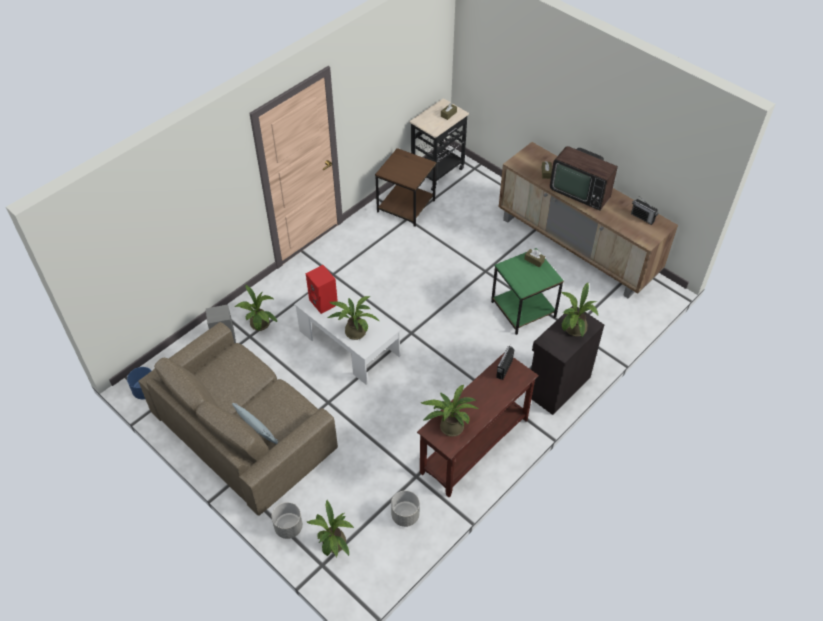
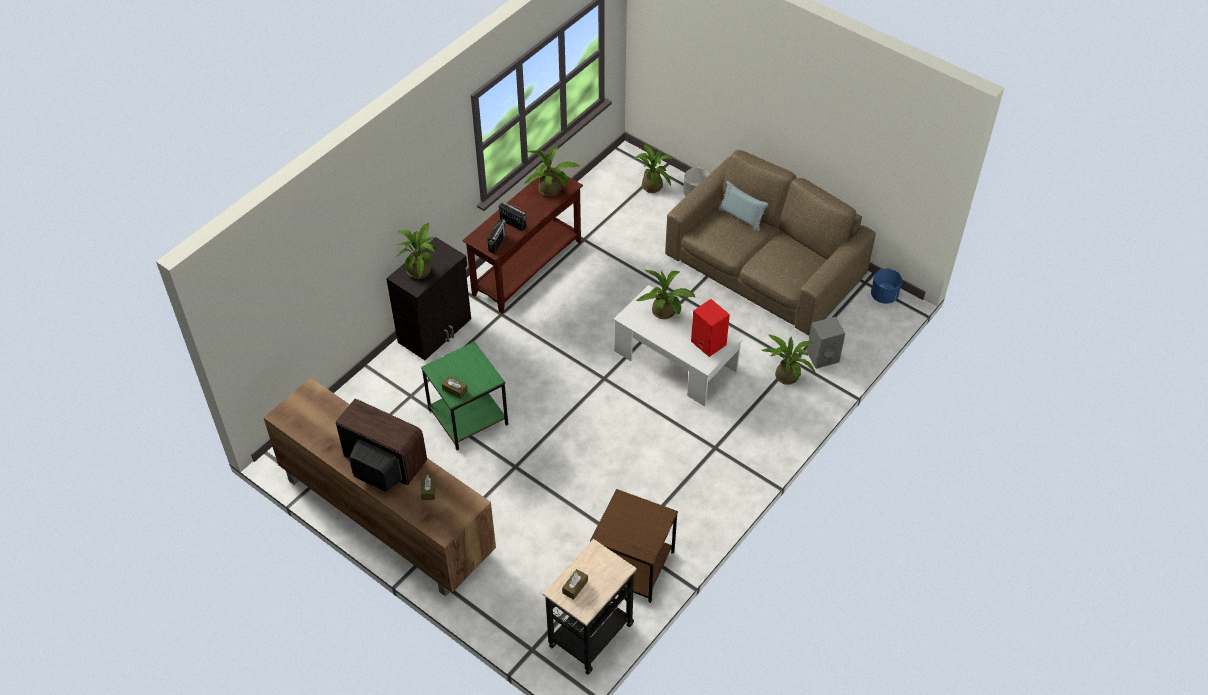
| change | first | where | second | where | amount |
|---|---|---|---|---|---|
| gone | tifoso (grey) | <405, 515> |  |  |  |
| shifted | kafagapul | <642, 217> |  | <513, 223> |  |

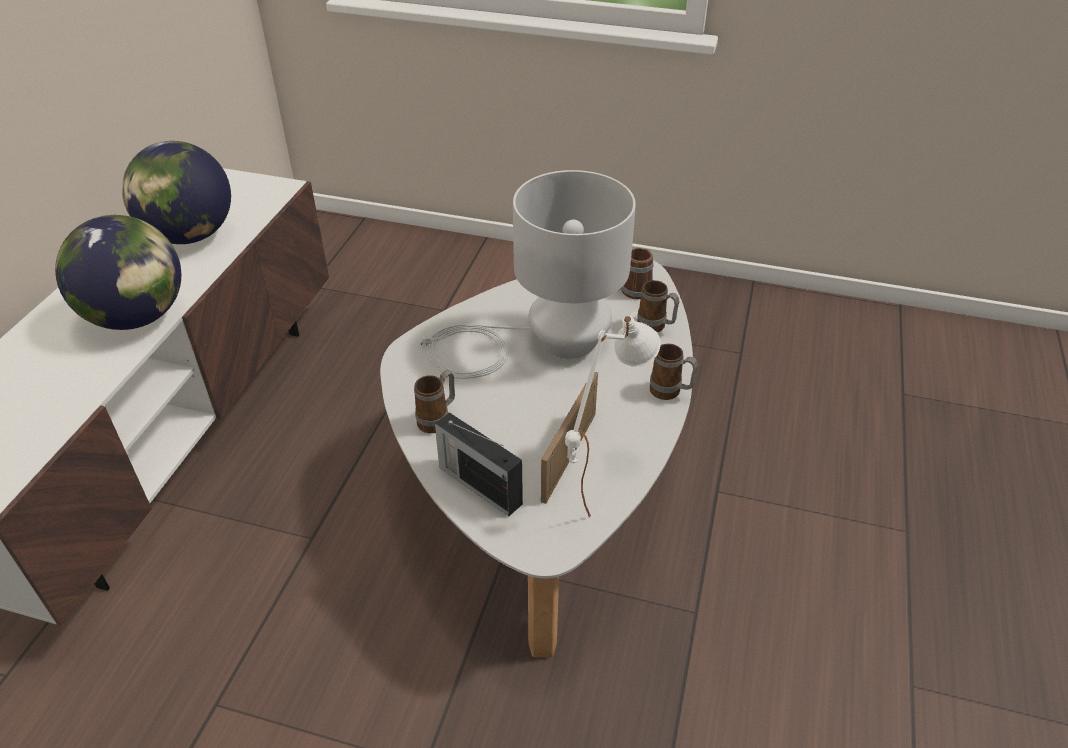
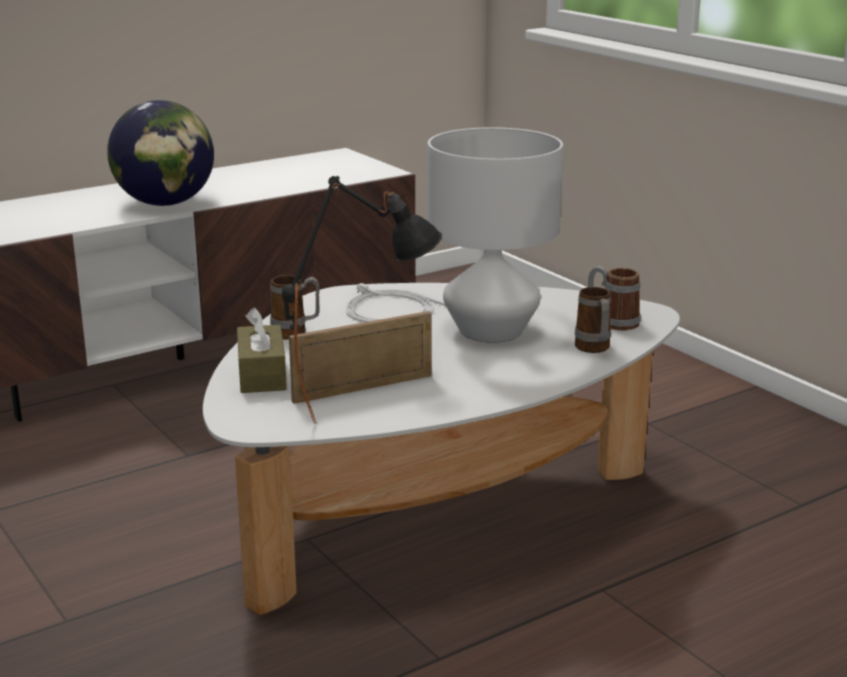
| change | first | where | second | where | amount |
|---|---|---|---|---|---|
| gone | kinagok | <190, 235> |  |  |  |
| swapped | kafagapul | <479, 484> | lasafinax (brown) | <262, 374> |  |
| repainted | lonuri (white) | <601, 479> | lonuri (black) | <364, 409> |  |
| gone | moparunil | <670, 393> |  |  |  |

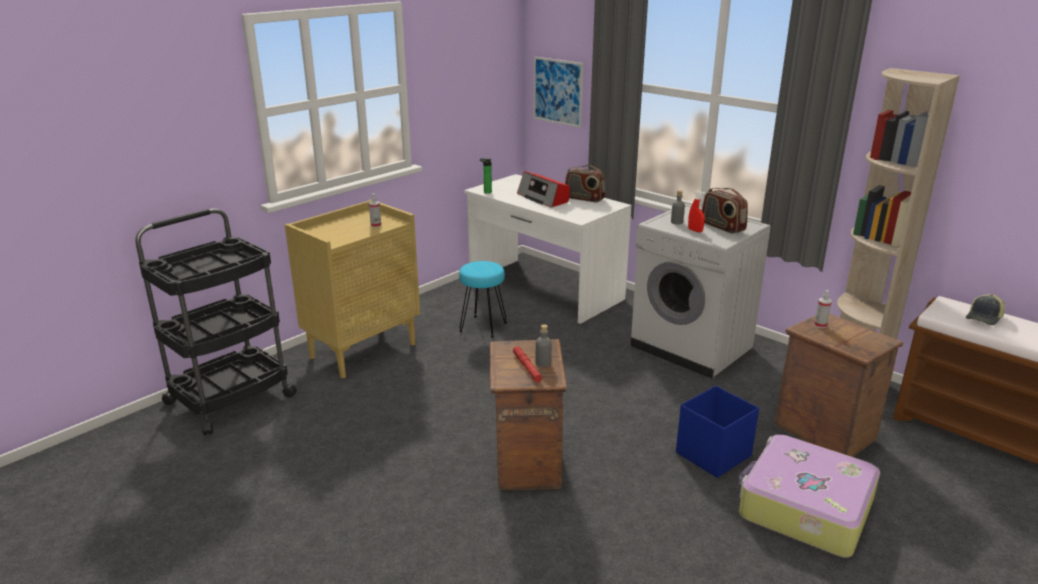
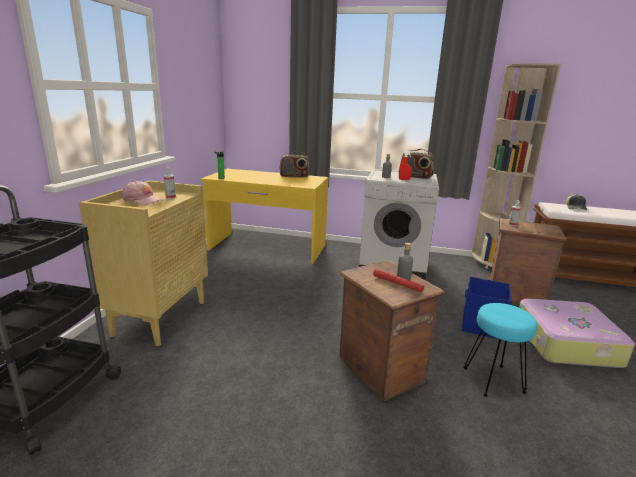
| change | first | where | second | where | amount |
|---|---|---|---|---|---|
| shifted | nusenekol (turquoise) | <482, 327> |  | <492, 380> |  |
| repainted | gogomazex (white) | <544, 289> | gogomazex (yellow) | <267, 247> |  |
| gone | kafagapul | <543, 198> |  |  |  |
| gone | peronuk | <558, 91> |  |  |  |
| new |  |  | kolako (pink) | <142, 200> |  |

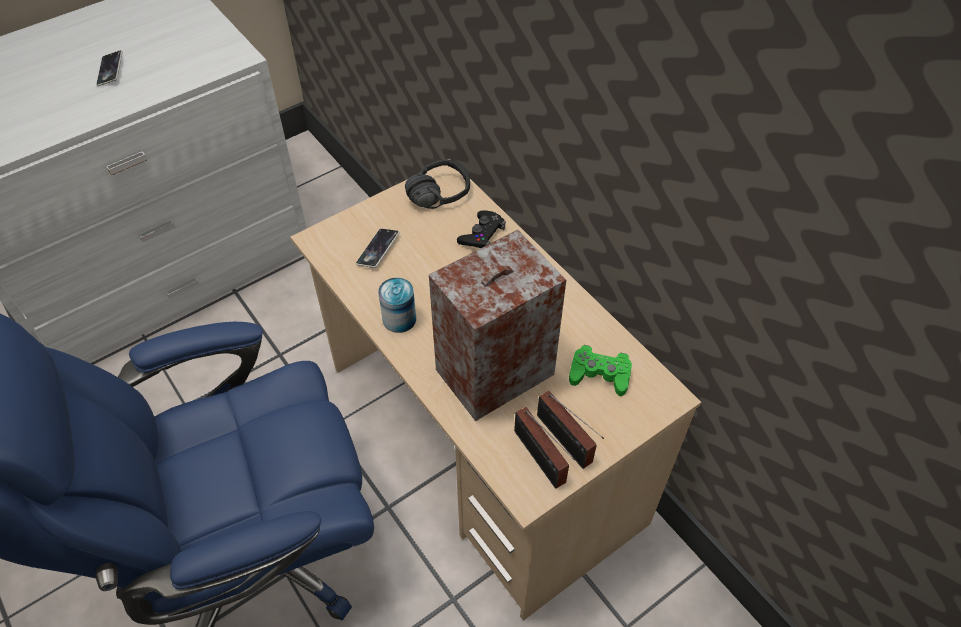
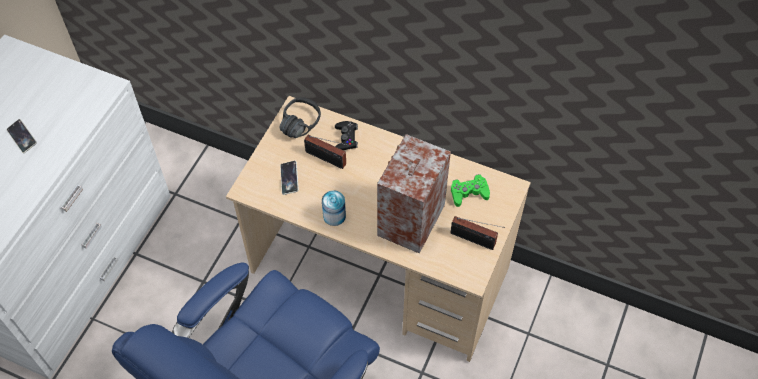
| change | first | where | second | where | amount |
|---|---|---|---|---|---|
| shifted | kafagapul | <541, 460> |  | <327, 159> |  |

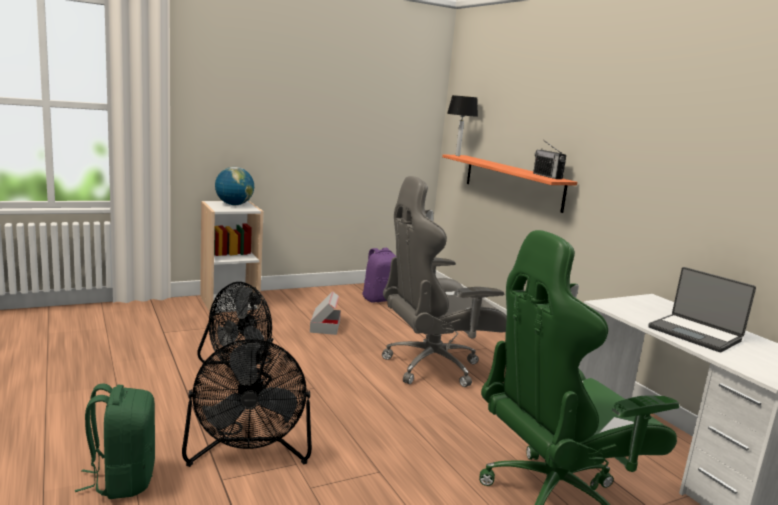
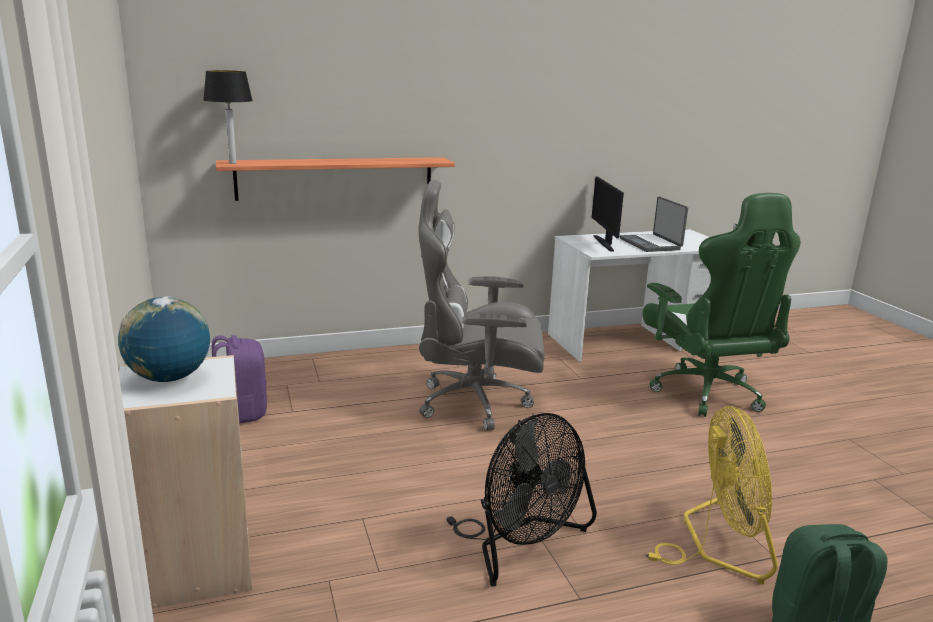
| change | first | where | second | where | amount |
|---|---|---|---|---|---|
| repainted | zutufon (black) | <244, 450> | zutufon (yellow) | <713, 541> |  |
| gone | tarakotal | <325, 326> |  |  |  |
| rotated | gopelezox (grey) | <437, 366> |  | <480, 403> | 105 degrees clockwise |
| gone | kafagapul | <547, 176> |  |  |  |
| rotated | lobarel | <695, 334> |  | <651, 244> | 105 degrees clockwise |
| new |  |  | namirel | <605, 243> |  |

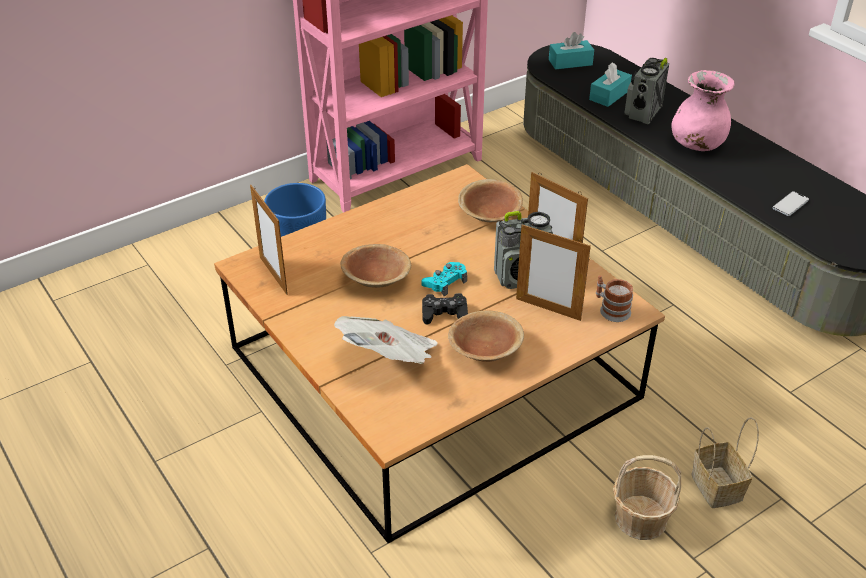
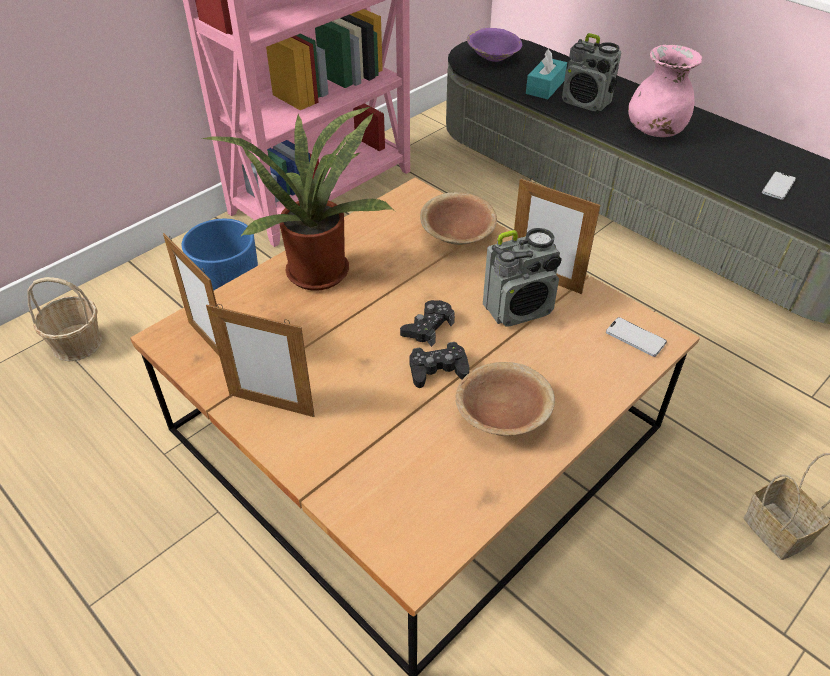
| change | first | where | second | where | amount |
|---|---|---|---|---|---|
| gone | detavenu | <390, 358> |  |  |  |
| gone | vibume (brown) | <376, 279> |  |  |  |
| repainted | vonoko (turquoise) | <445, 282> | vonoko (black) | <428, 327> |  |
| shifted | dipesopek | <548, 309> |  | <271, 405> |  |
| swapped | lasafinax (turquoise) | <570, 62> | vibume (purple) | <493, 57> |  |
| swapped | moparunil | <611, 309> | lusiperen | <635, 338> |  |
| shifted | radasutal | <640, 518> |  | <77, 343> |  |
| rotated | kafagapul | <642, 113> |  | <586, 102> | 75 degrees counterclockwise |
| new |  |  | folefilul | <318, 268> |  |

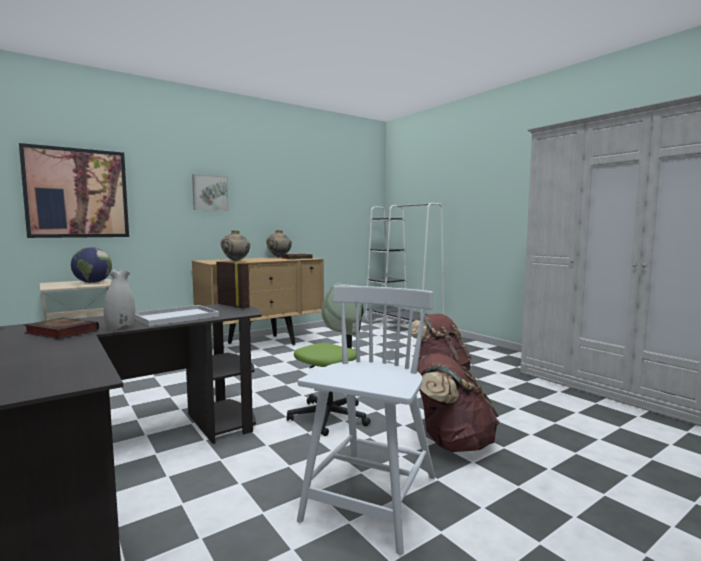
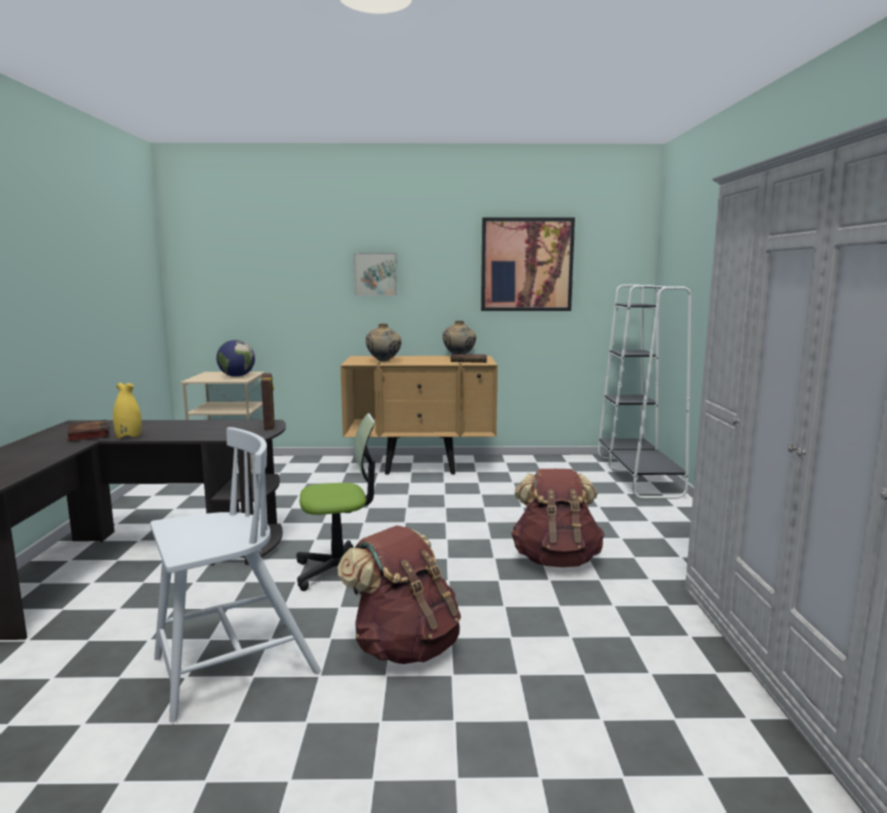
| change | first | where | second | where | amount |
|---|---|---|---|---|---|
| shifted | peronuk | <77, 193> |  | <526, 265> |  |
| repainted | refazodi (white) | <120, 327> | refazodi (yellow) | <129, 436> |  |
| gone | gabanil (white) | <174, 317> |  |  |  |

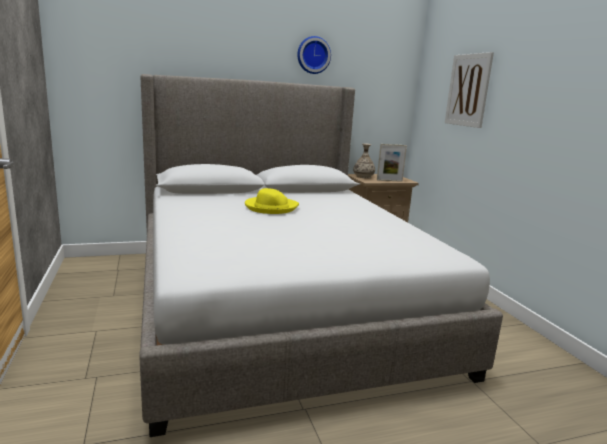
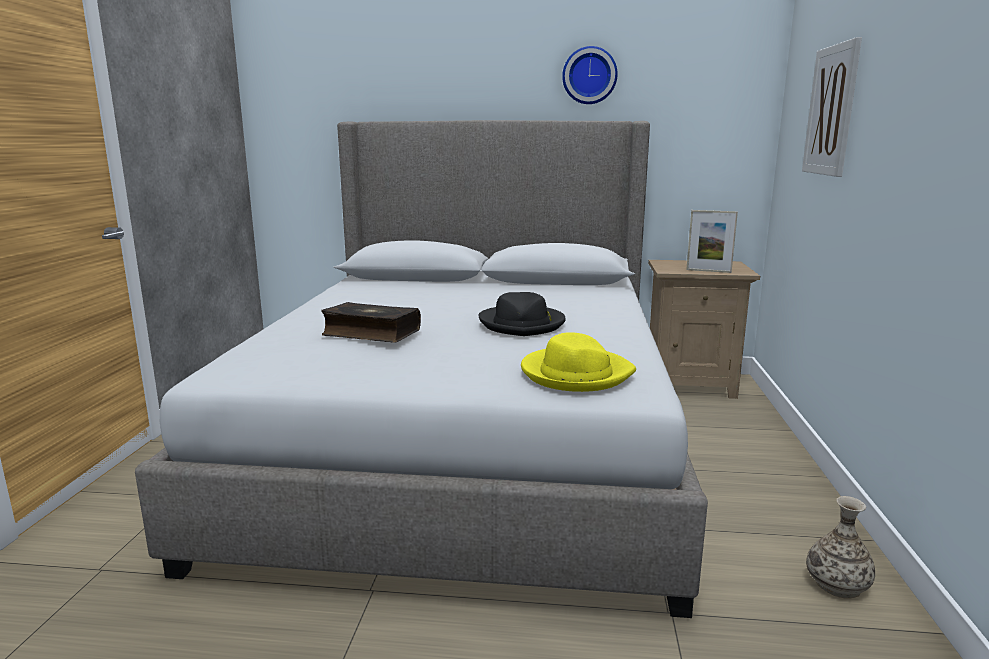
| change | first | where | second | where | amount |
|---|---|---|---|---|---|
| shifted | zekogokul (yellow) | <271, 207> |  | <575, 373> |  |
| shifted | refazodi | <363, 177> |  | <837, 584> |  |
| new |  |  | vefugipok | <371, 333> |  |
| new |  |  | zekogokul (black) | <522, 324> |  |

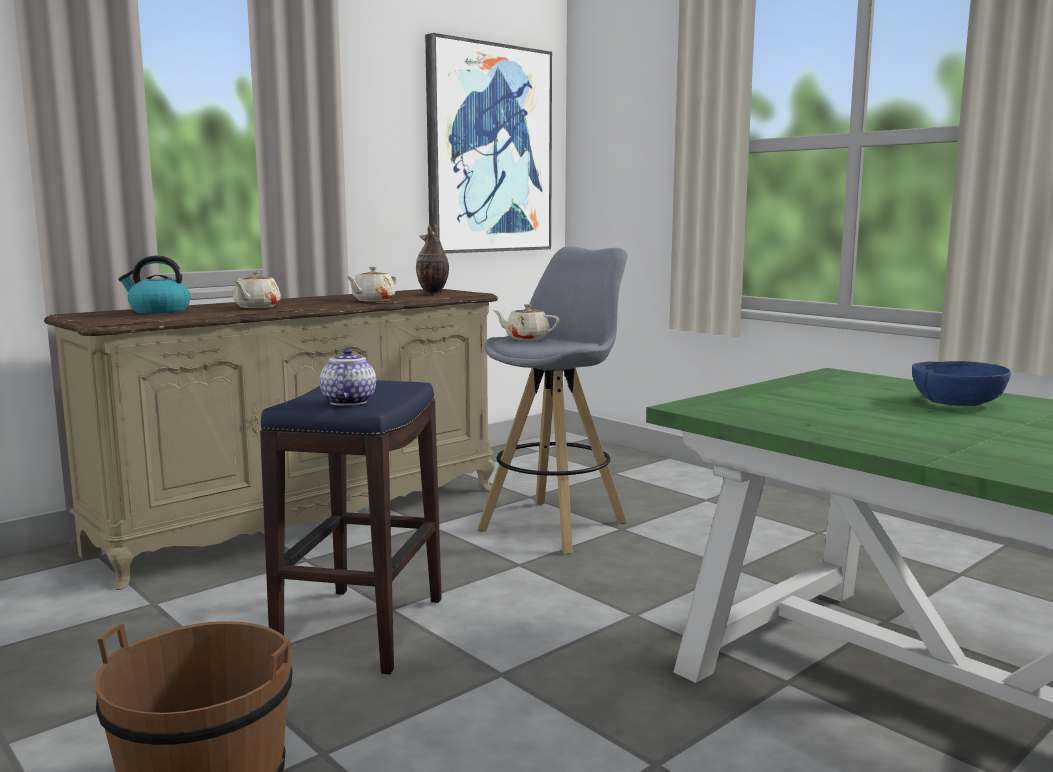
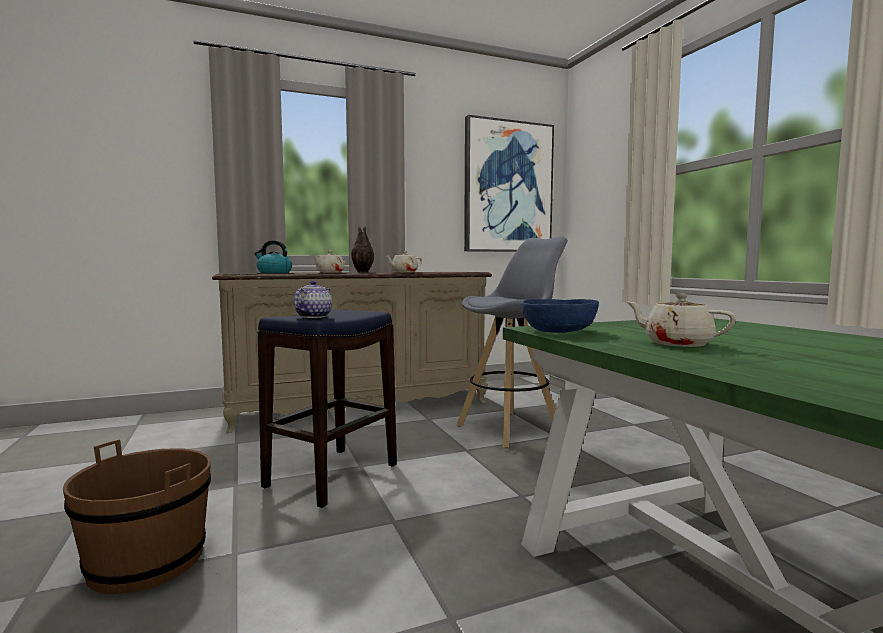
| change | first | where | second | where | amount |
|---|---|---|---|---|---|
| shifted | refazodi | <432, 294> |  | <362, 272> |  |
| shifted | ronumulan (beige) | <526, 338> |  | <676, 343> |  |
| shifted | vibume (blue) | <956, 402> |  | <558, 331> |  |

